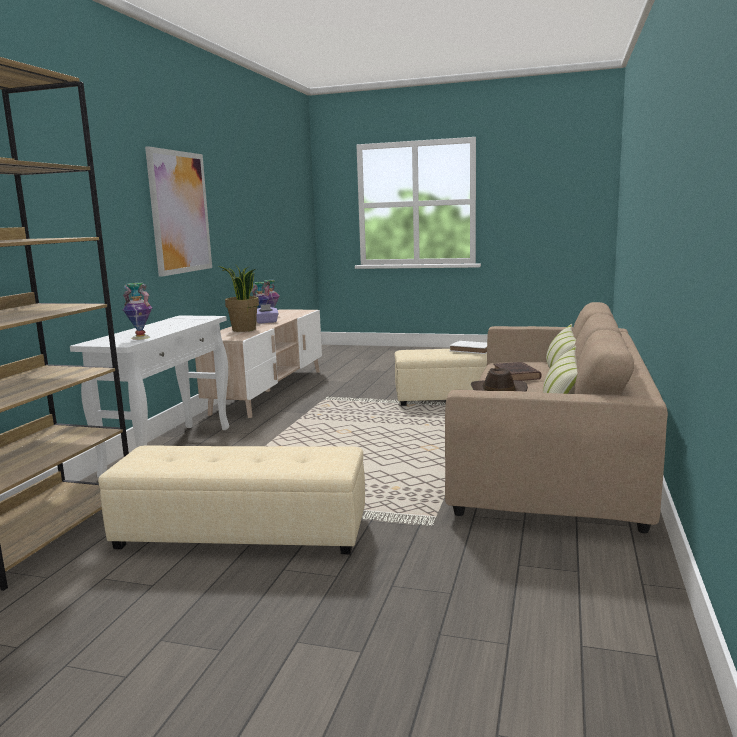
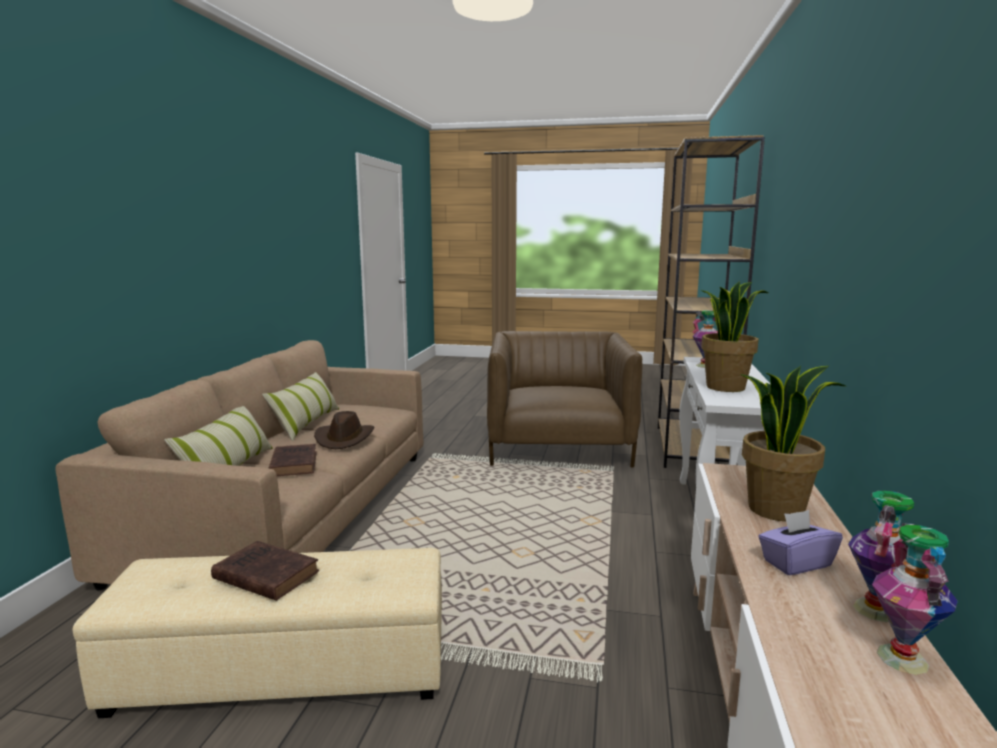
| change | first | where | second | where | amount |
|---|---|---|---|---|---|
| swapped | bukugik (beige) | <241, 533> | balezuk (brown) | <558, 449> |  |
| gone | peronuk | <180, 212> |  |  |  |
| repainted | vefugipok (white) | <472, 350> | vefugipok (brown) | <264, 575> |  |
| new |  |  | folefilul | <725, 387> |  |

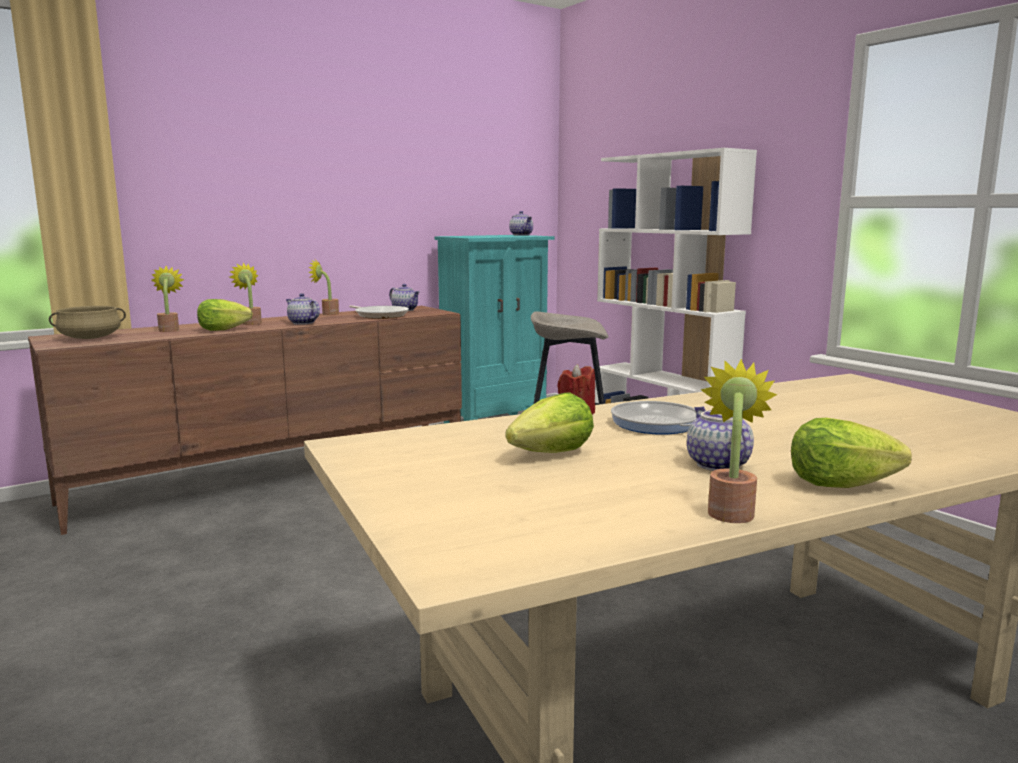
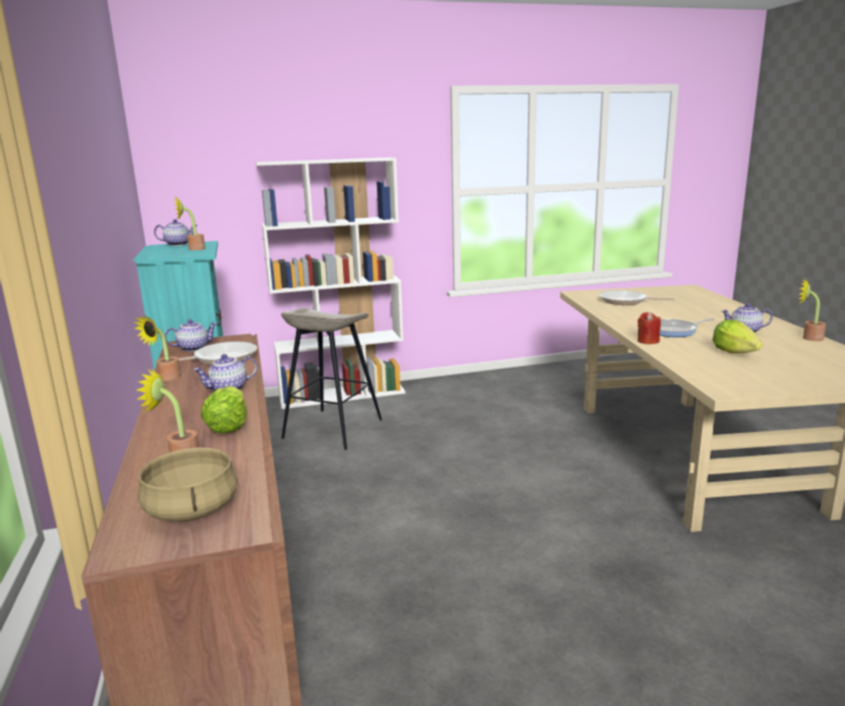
| change | first | where | second | where | amount |
|---|---|---|---|---|---|
| shifted | folefilul | <251, 323> |  | <193, 249> |  |
| gone | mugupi | <839, 484> |  |  |  |
| new |  |  | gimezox | <626, 301> |  |

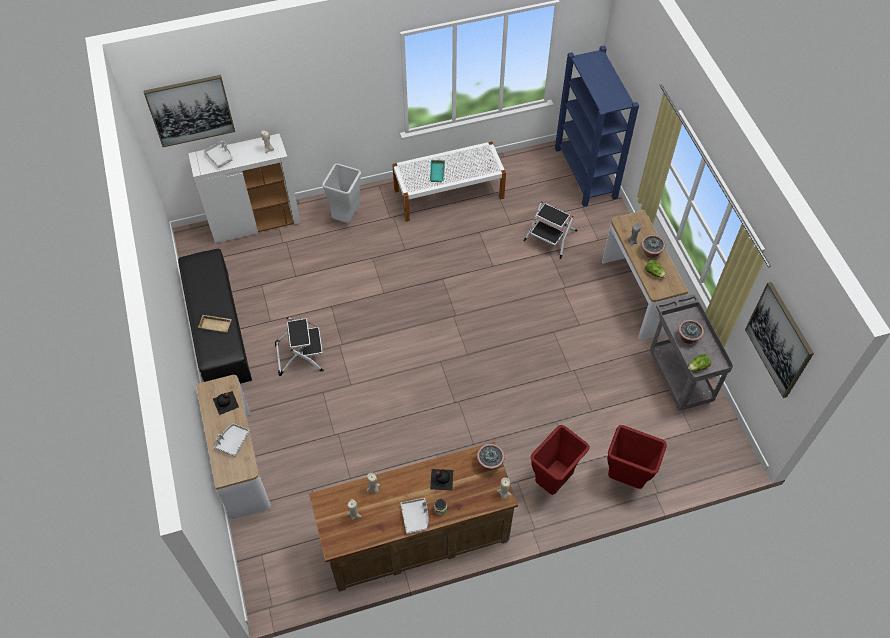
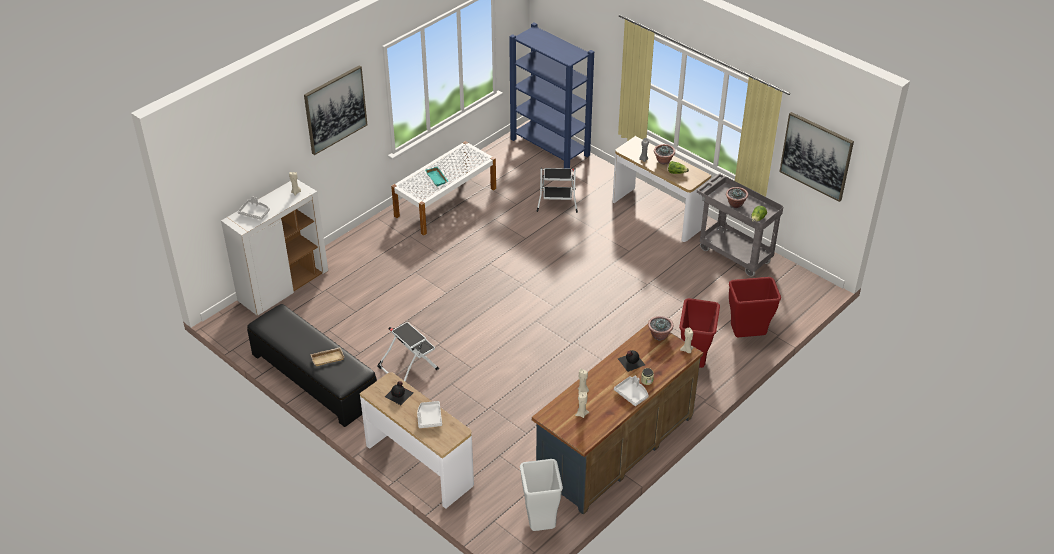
| change | first | where | second | where | amount |
|---|---|---|---|---|---|
| shifted | peronuk | <190, 110> |  | <335, 109> |  |
| shifted | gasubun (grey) | <346, 217> |  | <540, 523> |  |

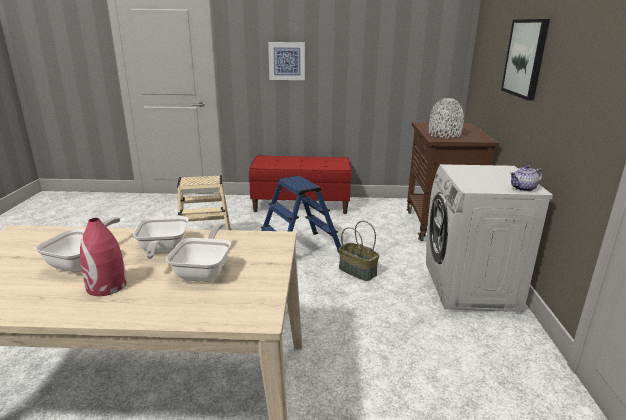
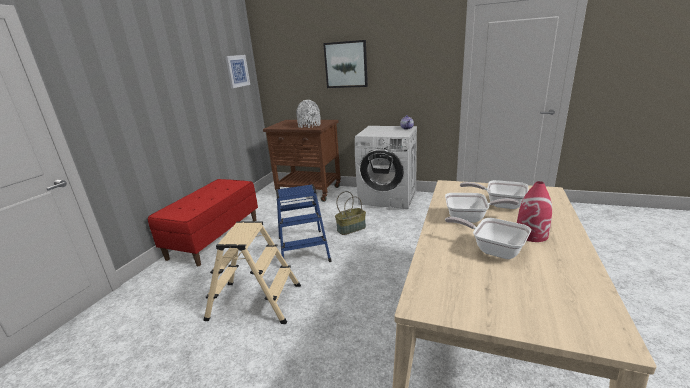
| change | first | where | second | where | amount |
|---|---|---|---|---|---|
| shifted | peronuk | <287, 61> |  | <237, 71> |  |

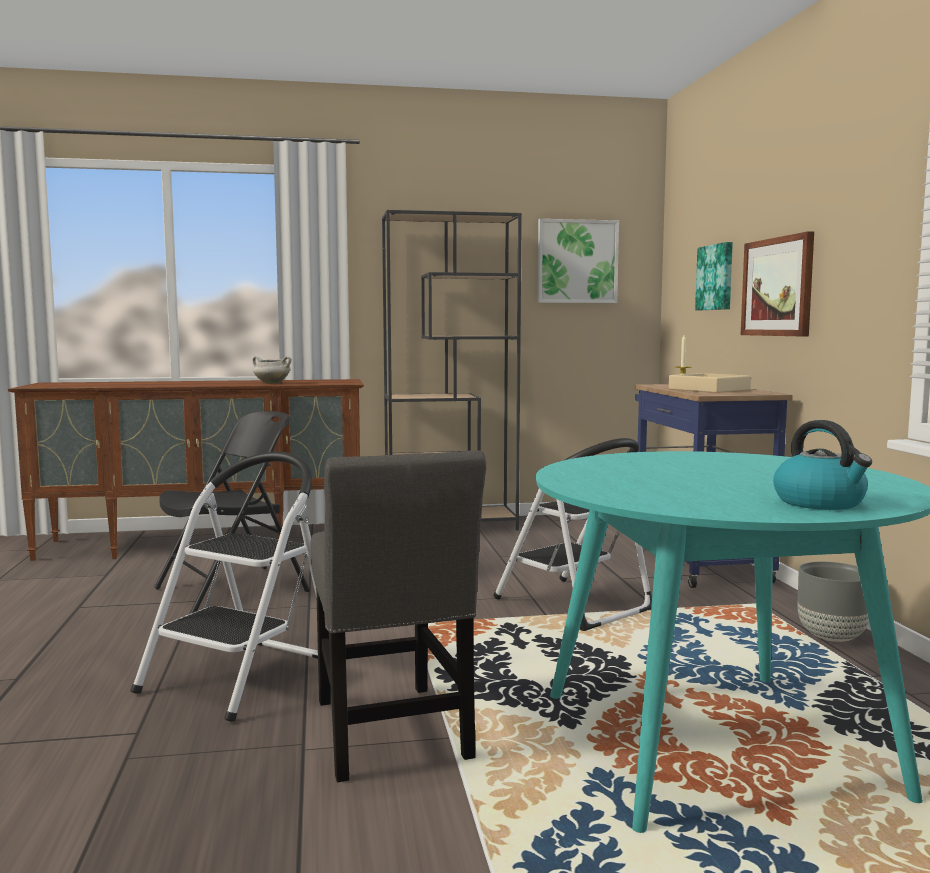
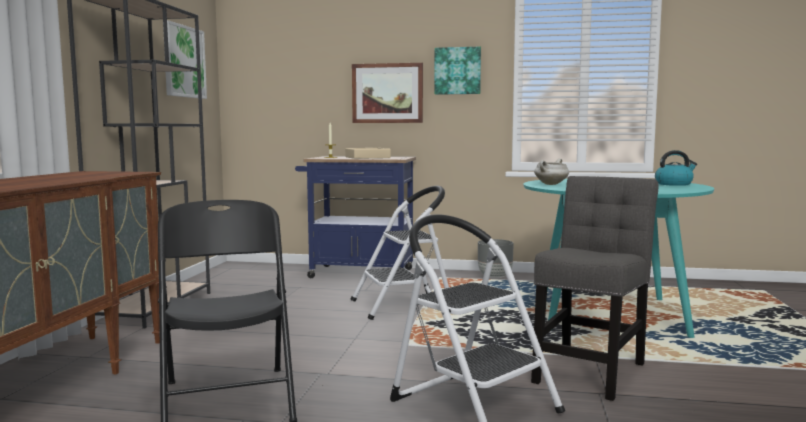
| change | first | where | second | where | amount |
|---|---|---|---|---|---|
| shifted | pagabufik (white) | <271, 384> |  | <551, 184> |  |
| rotated | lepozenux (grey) | <391, 735> |  | <590, 370> | 60 degrees counterclockwise |
| shifted | peronuk | <716, 277> |  | <457, 71> |  |

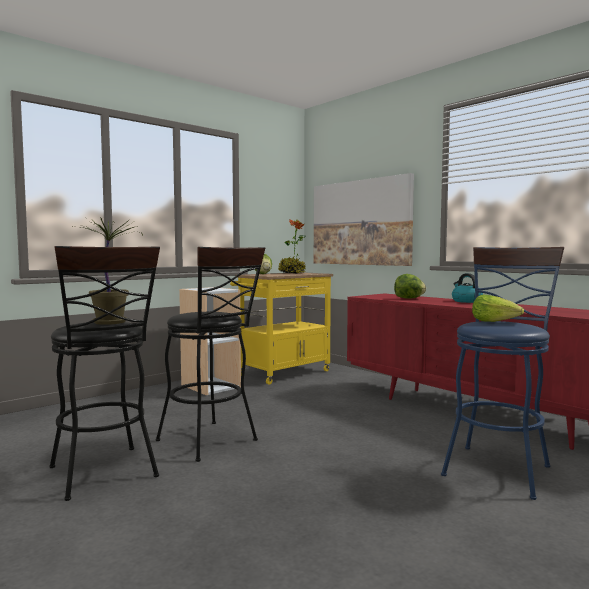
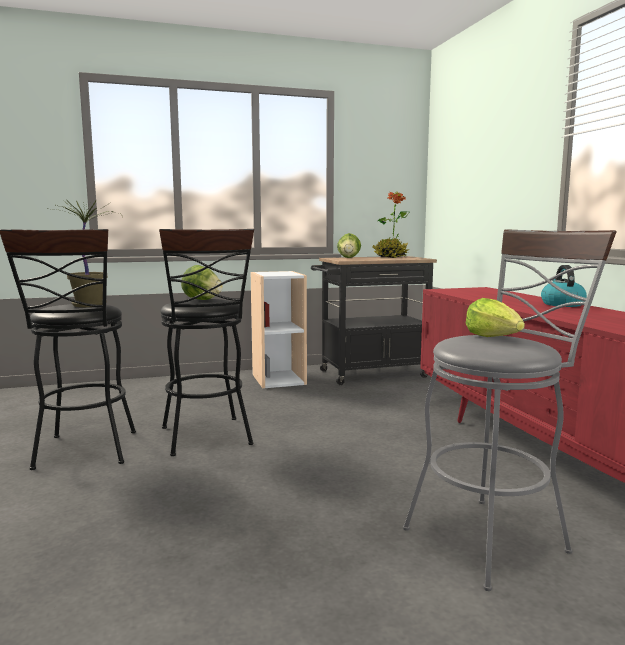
| change | first | where | second | where | amount |
|---|---|---|---|---|---|
| repainted | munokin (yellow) | <282, 373> | munokin (black) | <369, 374> |  |
| gone | peronuk | <360, 222> |  |  |  |
| shifted | mugupi | <409, 298> |  | <202, 299> |  |
| repainted | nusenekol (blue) | <498, 467> | nusenekol (grey) | <493, 535> |  |

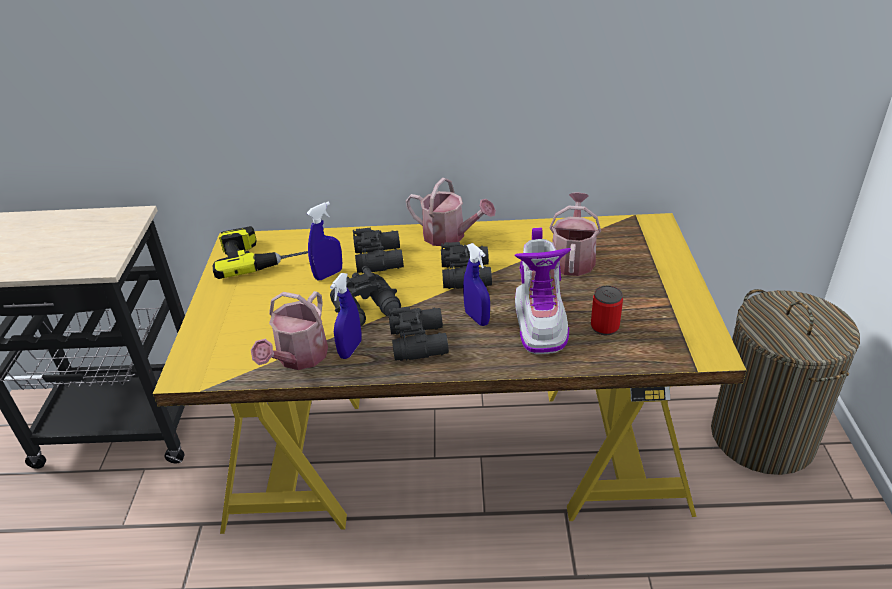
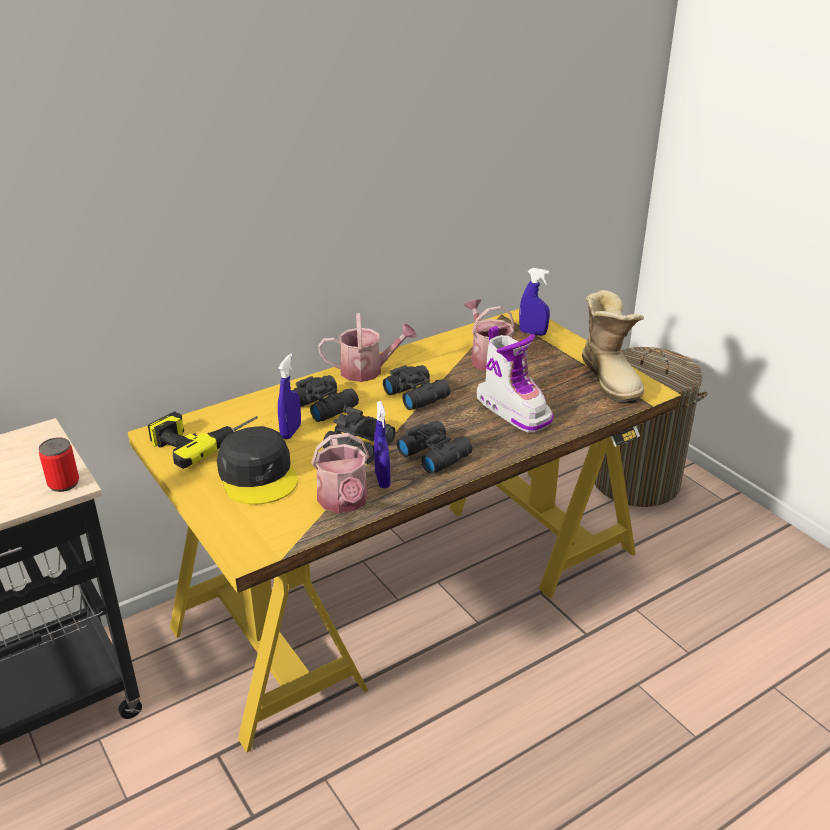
| change | first | where | second | where | amount |
|---|---|---|---|---|---|
| shifted | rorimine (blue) | <477, 318> |  | <533, 333> |  |
| shifted | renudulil | <604, 327> |  | <63, 483> |  |
| new |  |  | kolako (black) | <258, 475> |  |
| new |  |  | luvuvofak | <611, 378> |  |

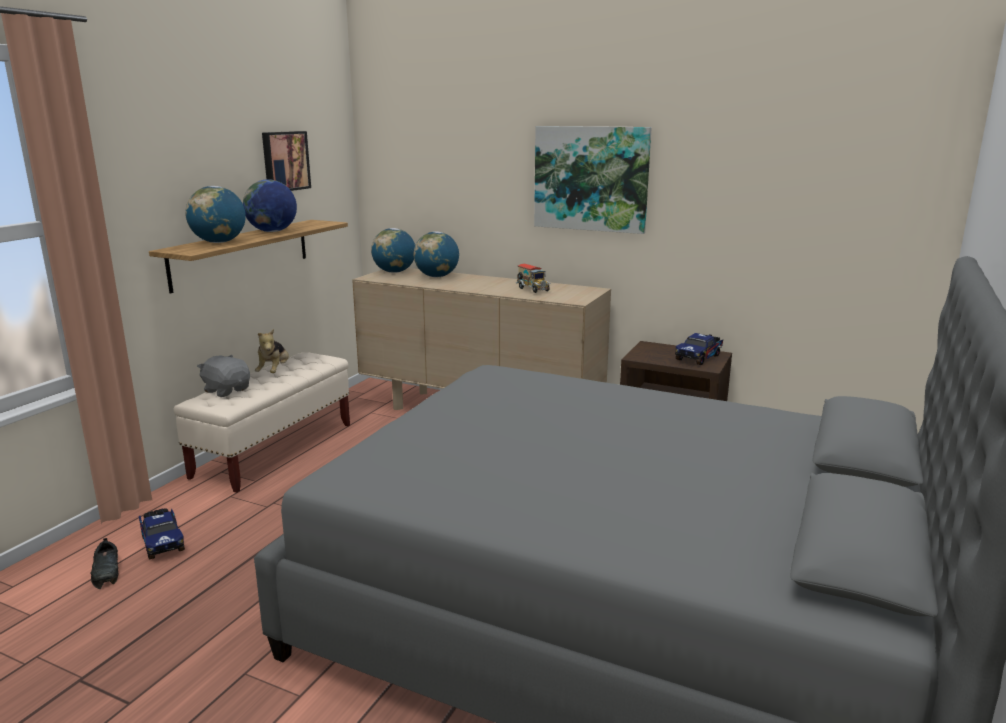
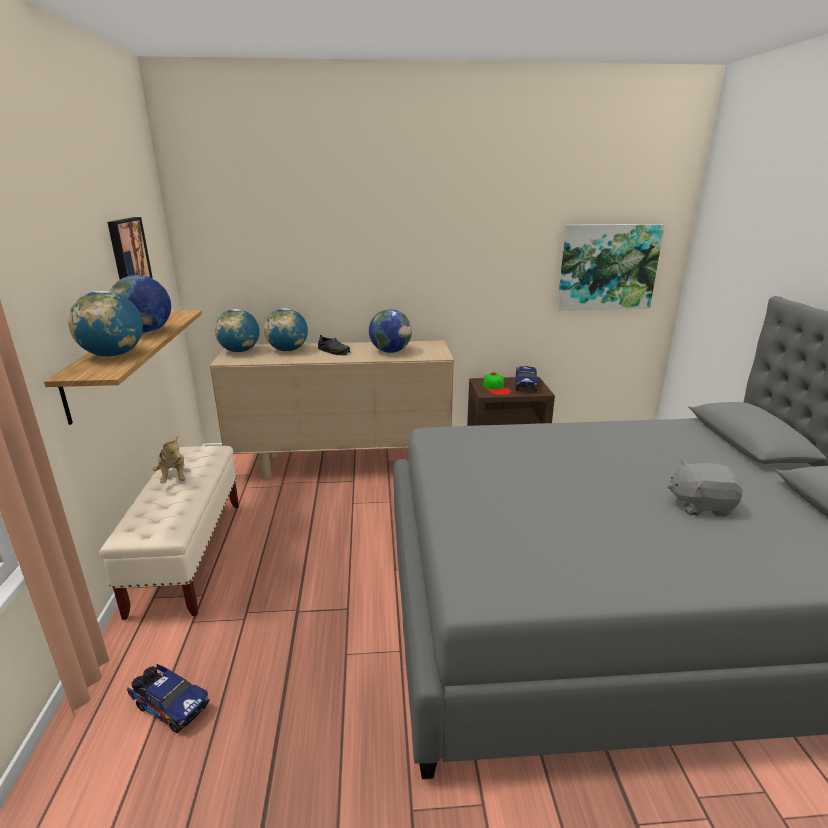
| change | first | where | second | where | amount |
|---|---|---|---|---|---|
| shifted | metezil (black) | <107, 571> |  | <334, 351> |  |
| shifted | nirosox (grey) | <227, 390> |  | <700, 505> |  |
| swapped | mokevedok | <532, 290> | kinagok | <390, 351> |  |
| shifted | peronuk | <591, 178> |  | <608, 267> |  |
| new |  |  | kolako | <496, 388> |  |

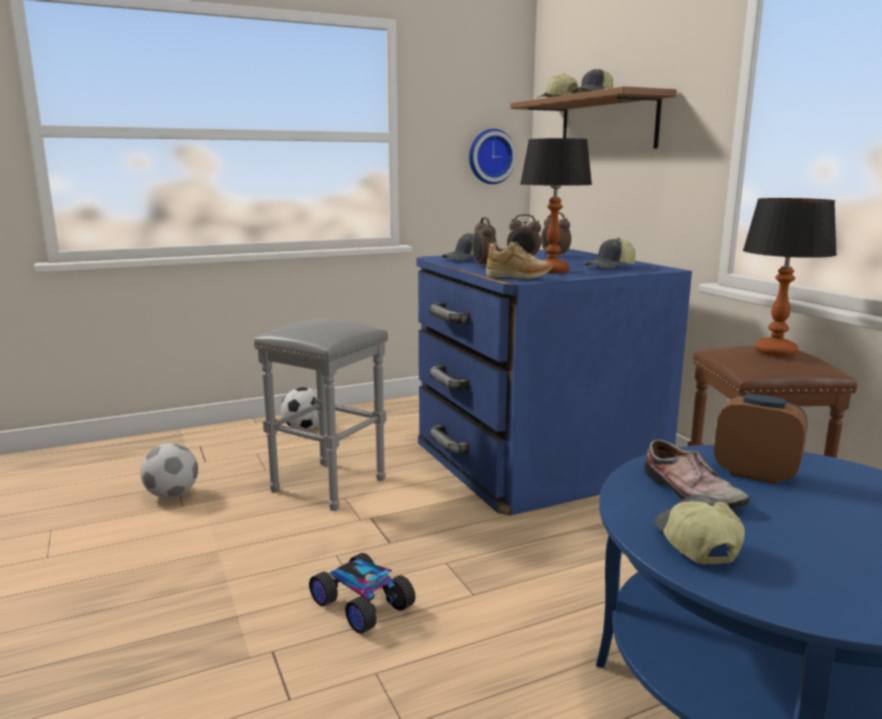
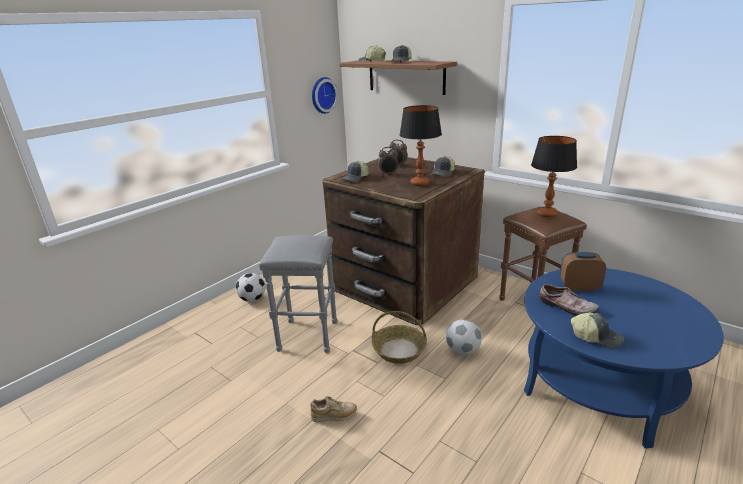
| change | first | where | second | where | amount |
|---|---|---|---|---|---|
| shifted | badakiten | <172, 495> |  | <462, 351> |  |
| gone | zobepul | <363, 604> |  |  |  |
| repainted | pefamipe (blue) | <533, 459> | pefamipe (brown) | <403, 283> |  |
| gone | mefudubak | <483, 266> |  |  |  |
| shifted | metezil (beige) | <518, 278> |  | <334, 417> |  |
| rotated | kolako | <694, 543> |  | <596, 337> | 150 degrees clockwise |
| new |  |  | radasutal | <399, 350> |  |

